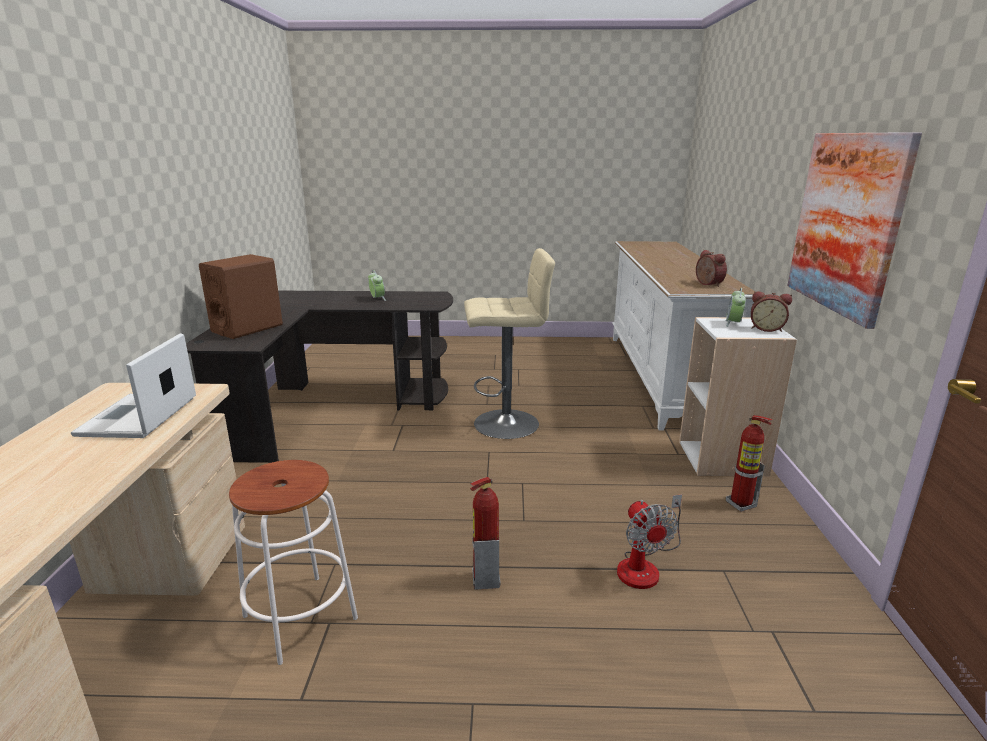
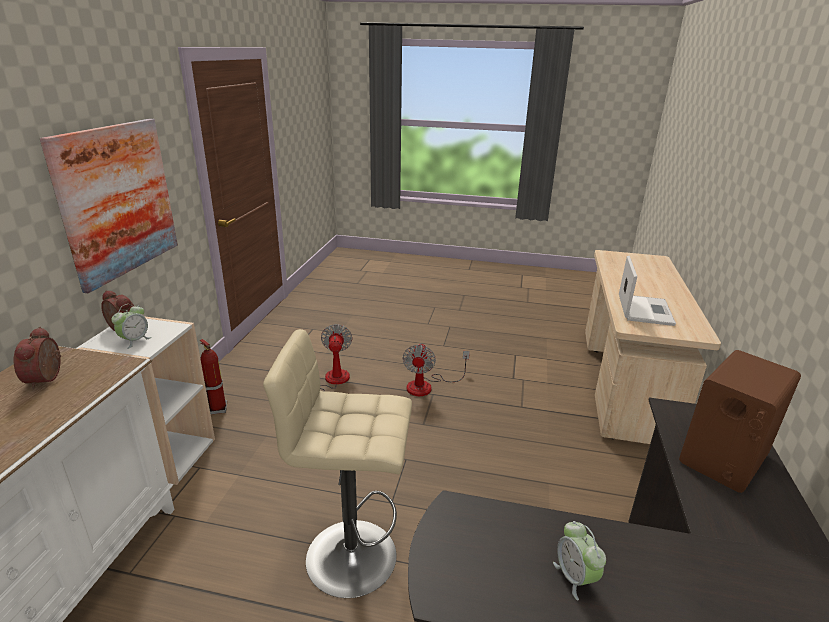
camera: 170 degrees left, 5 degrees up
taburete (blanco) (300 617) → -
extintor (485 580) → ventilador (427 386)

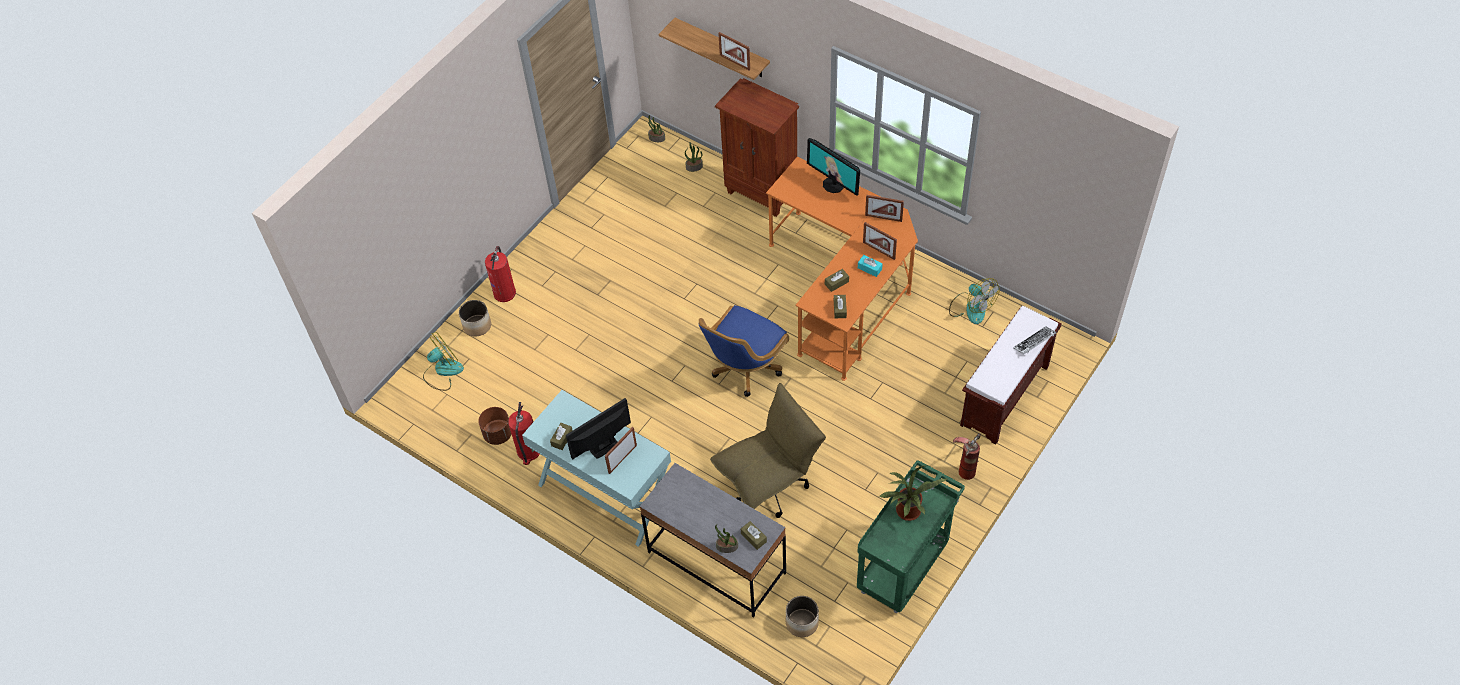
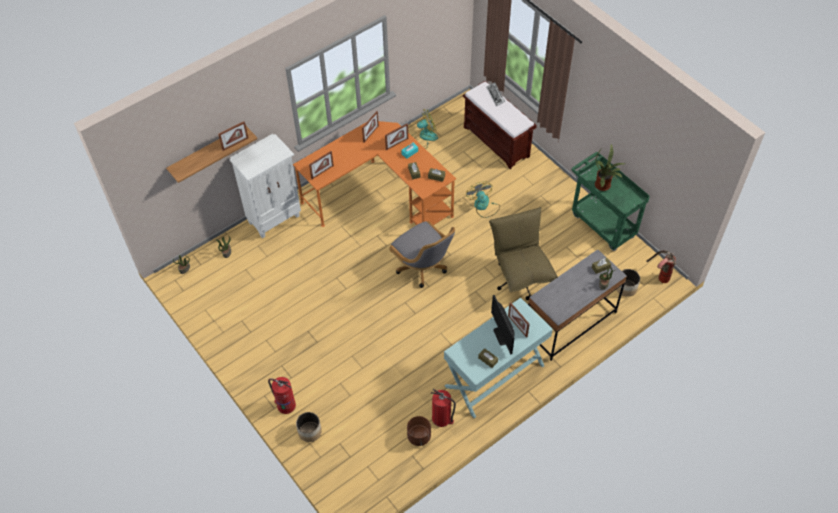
camera: 75 degrees left, 0 degrees up
ventilador (443 371) → ventilador (483 206), shifted
silla de oficina (azul) (743 372) → silla de oficina (gris) (424 269)
armario (marrón) (760 195) → armario (blanco) (274 219)
monitor (833 184) → -
extintor (967 466) → extintor (659 276), shifted
- → portarretratos (322 172)

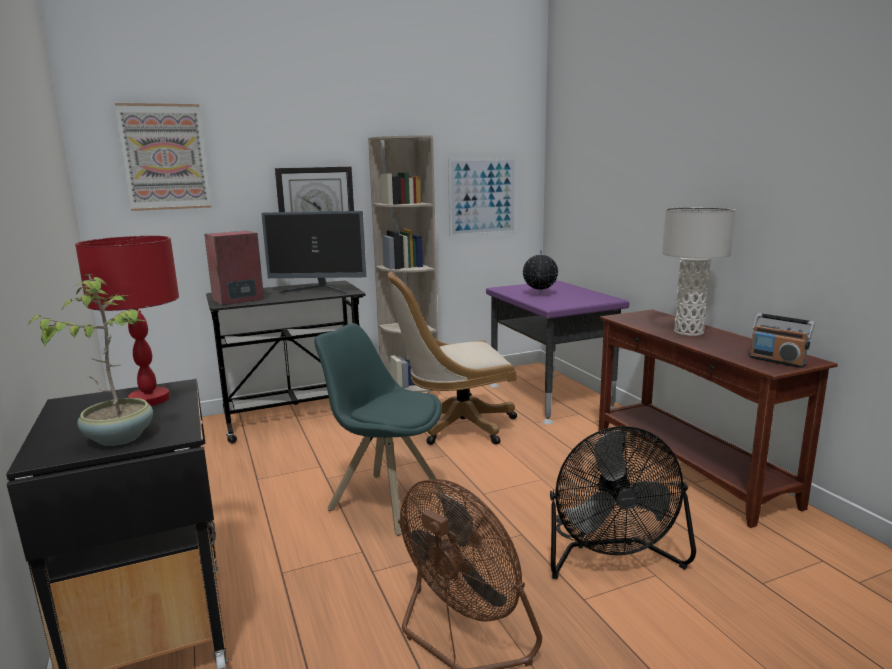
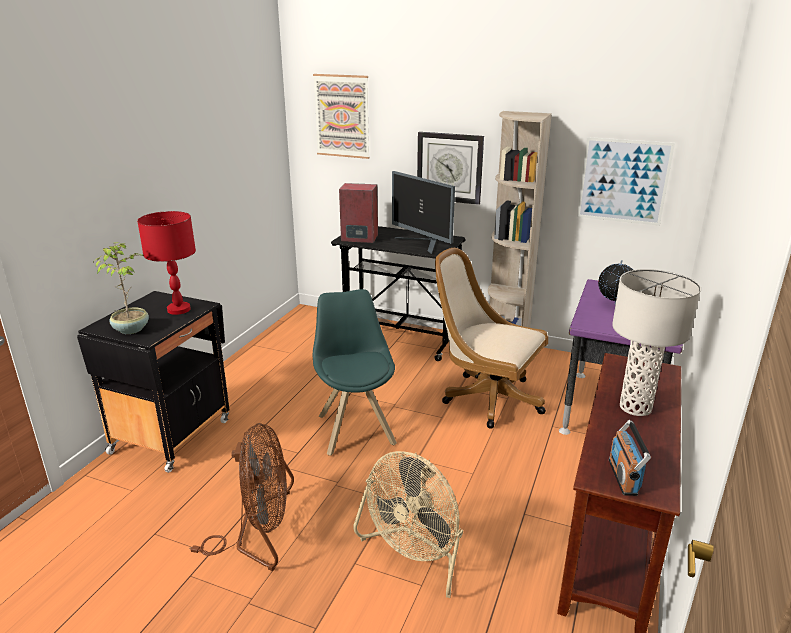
camera: 45 degrees right, 10 degrees up
ventilador (negro) (605 556) → ventilador (beis) (414 551)

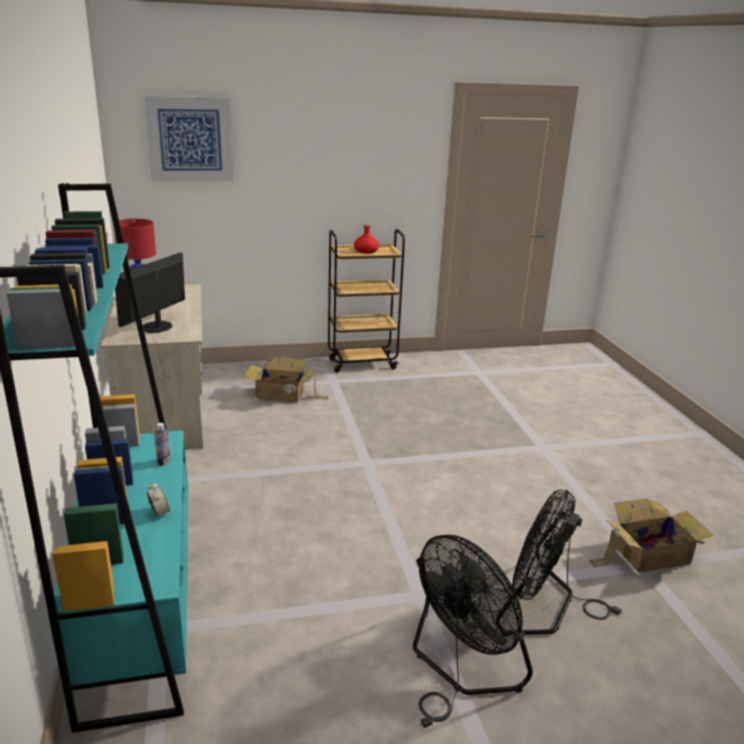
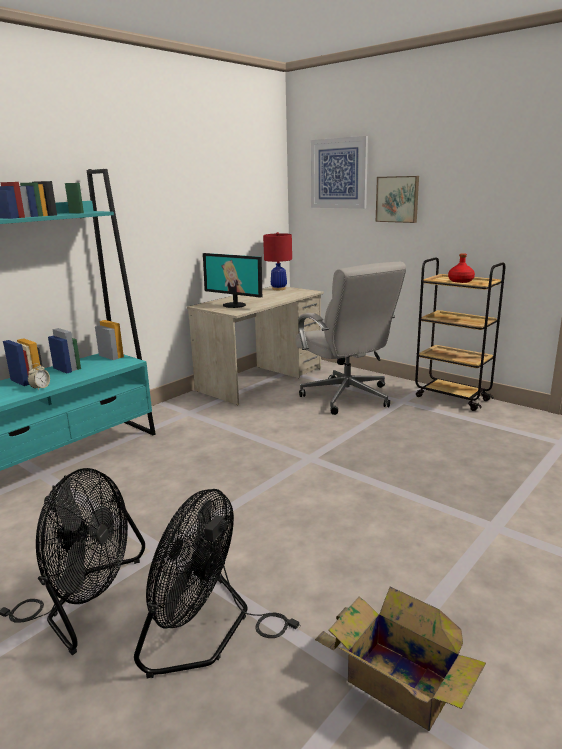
camera: 55 degrees right, 5 degrees down
monitor (157 327) → monitor (234 305), 135 degrees counterclockwise
botella (164 462) → -
caja de cartón (282 394) → silla de oficina (gris) (347 396)
ventilador (negro) (547 604) → ventilador (negro) (215 627), 60 degrees counterclockwise
- → cuadro (397 199)

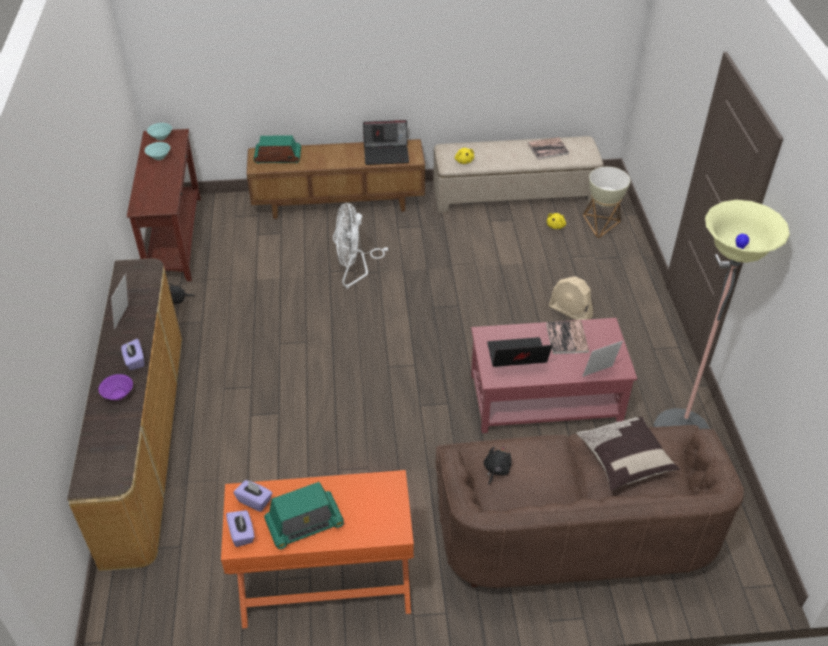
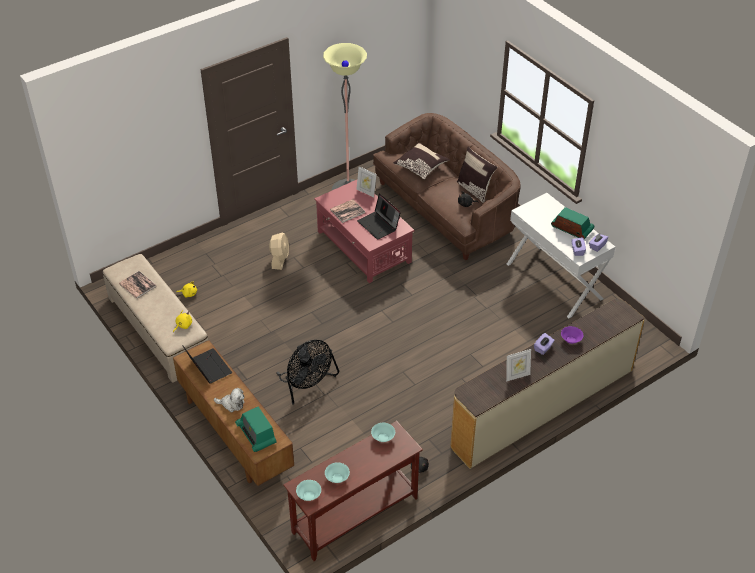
camera: 120 degrees left, 0 degrees up
mesa consola (naranja) (325 584) → mesa consola (blanco) (554 281)
ventilador (blanco) (355 263) → ventilador (negro) (305 384)
maceta (601 224) → -
- → peluche (232 404)
- → cuenco (turquesa) (383 437)
- → cojín (474 190)

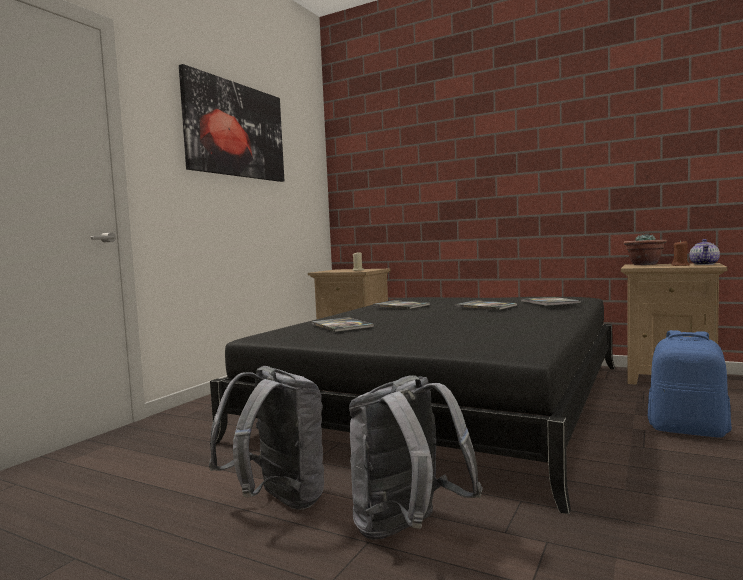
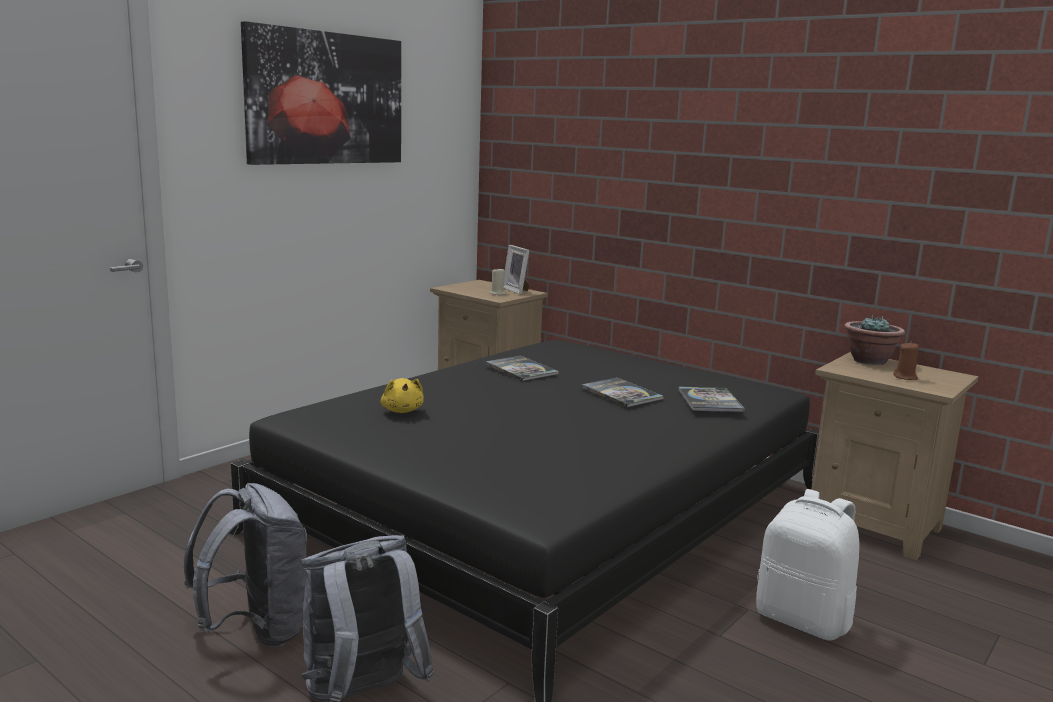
camera: 10 degrees right, 10 degrees up
libro (341 326) → peluche (amarillo) (402 410)
mochila (azul) (688 430) → mochila (blanco) (803 620)
tetera (705 264) → -
- → portarretratos (517 290)

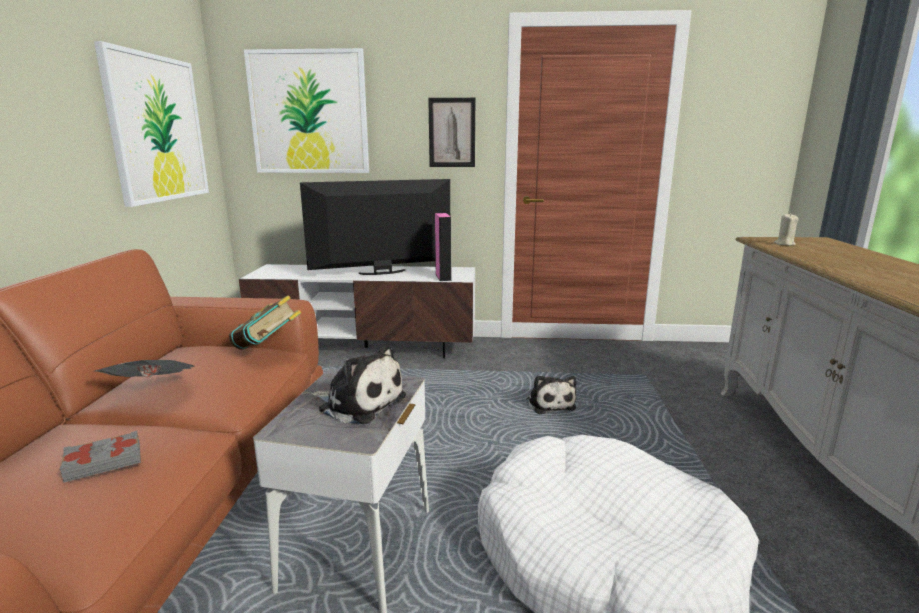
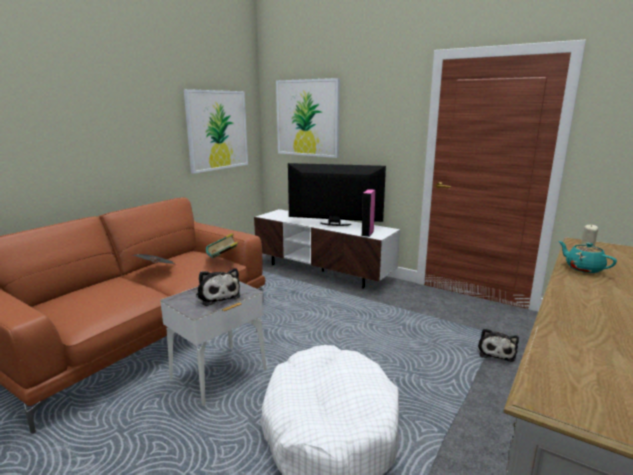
camera: 30 degrees right, 0 degrees up
libro (gris) (103 461) → -
cuadro (452 133) → -
peluche (549 403) → peluche (496 352), shifted
- → tetera (turquesa) (583 268)

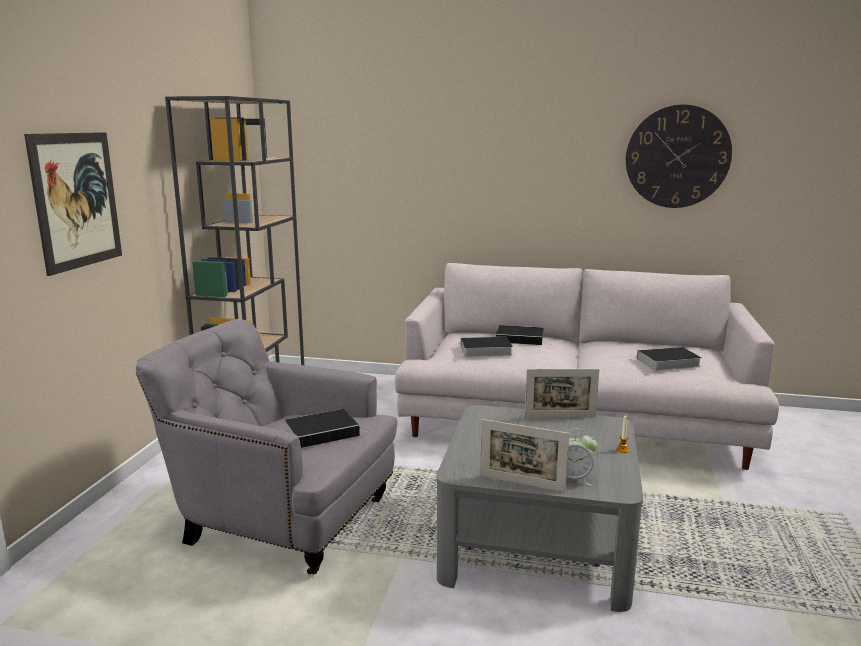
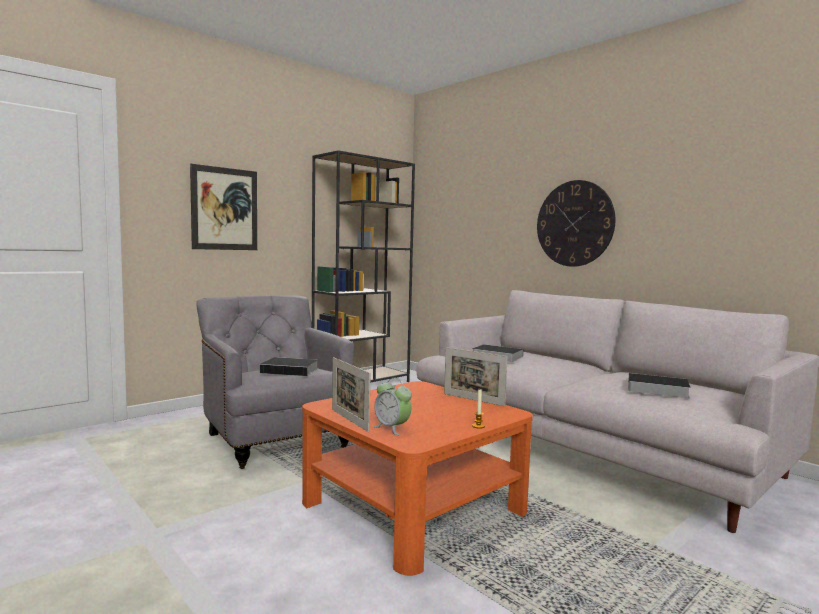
camera: 35 degrees right, 10 degrees down
mesa de centro (gris) (538 542) → mesa de centro (naranja) (415 507)
libro (521 338) → -
reloj de pared (677 157) → reloj de pared (574 223), shifted

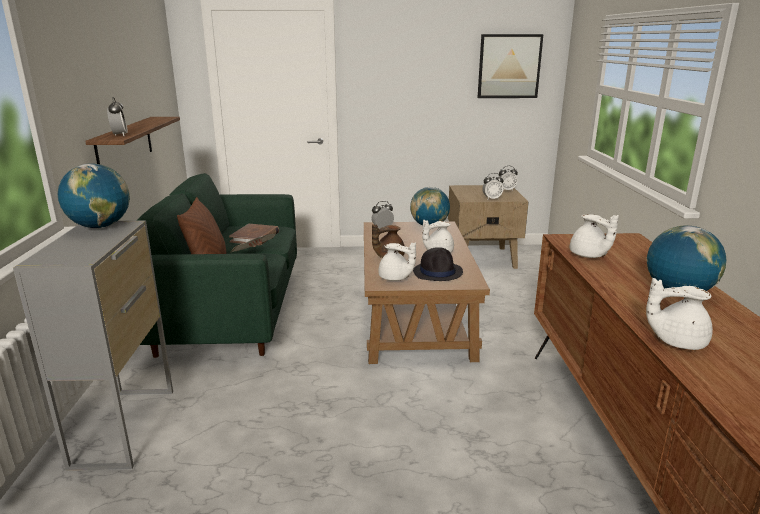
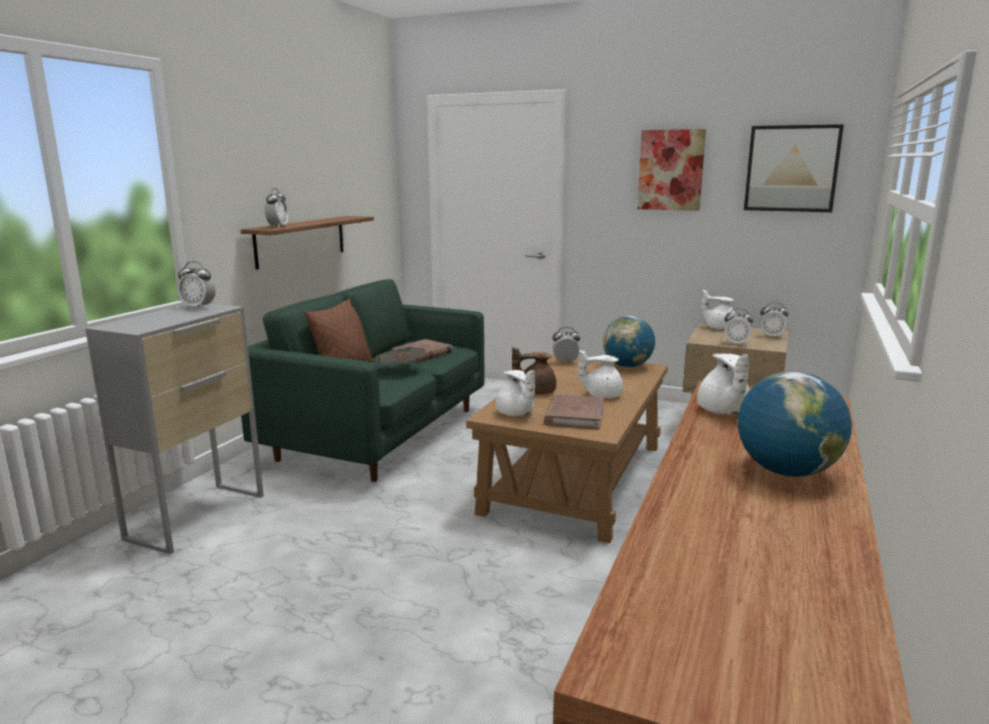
camera: 25 degrees right, 5 degrees down
globo terráqueo (100 226) → despertador (199 307)
sombrero (negro) (438 272) → libro (marrón) (574 415)
tetera (blanco) (676 341) → tetera (blanco) (719 328), shifted
- → cuadro (670 170)

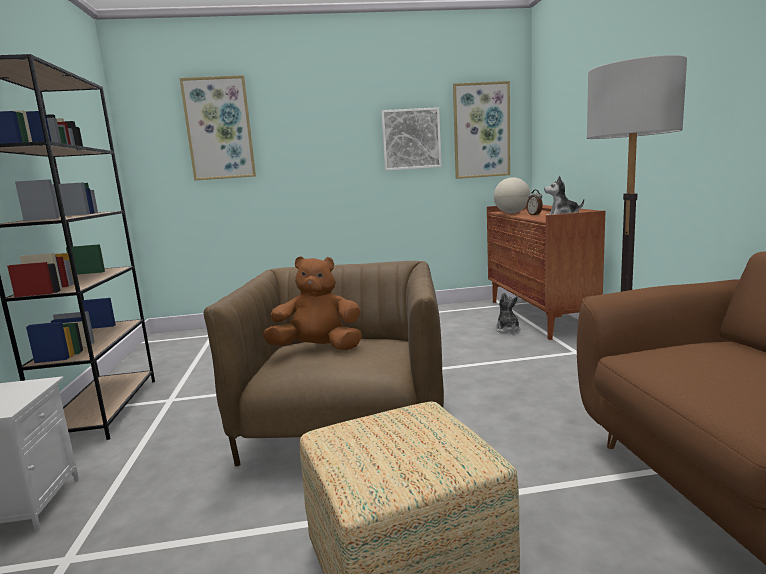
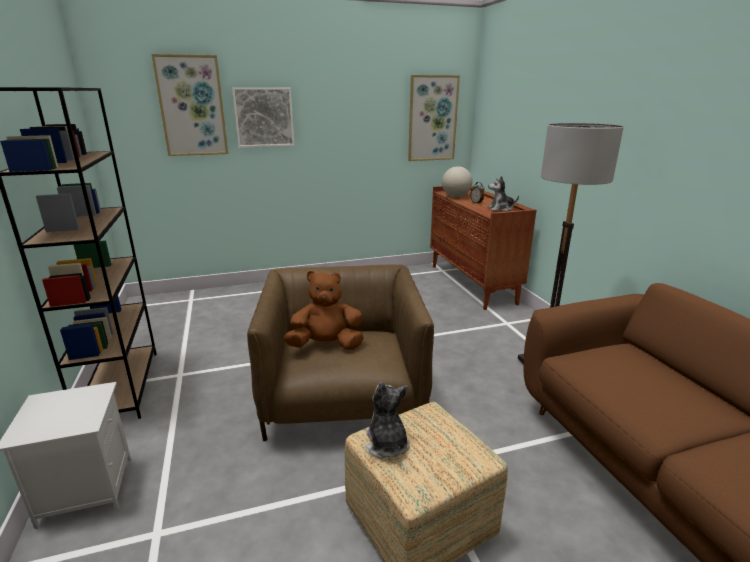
camera: 10 degrees left, 10 degrees up
cuadro (411 139) → cuadro (264 117), shifted
peluche (507 329) → peluche (386 444), shifted

